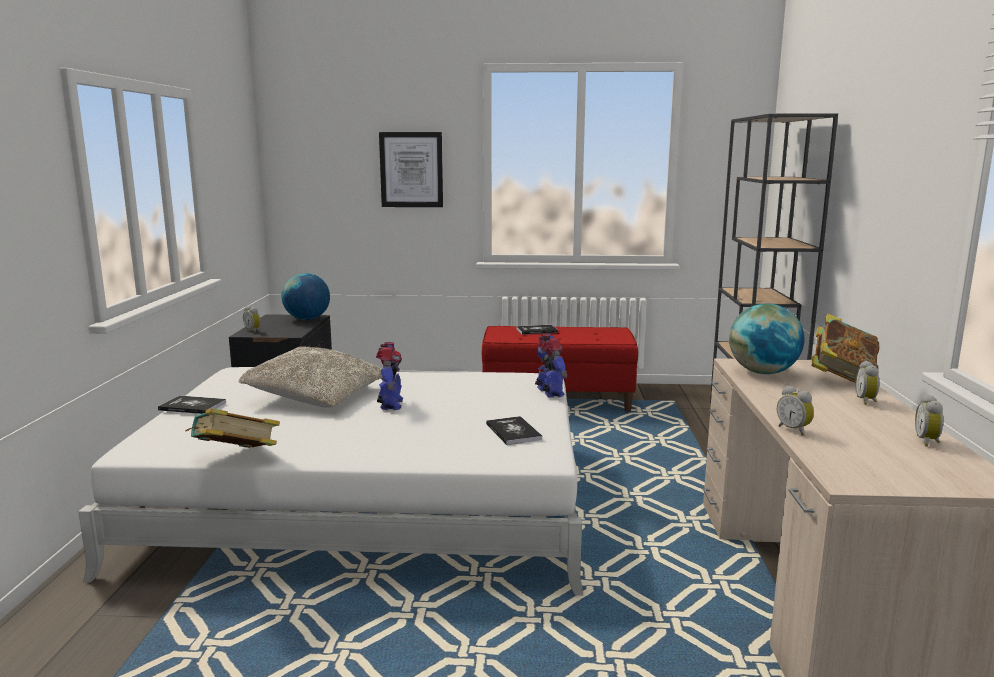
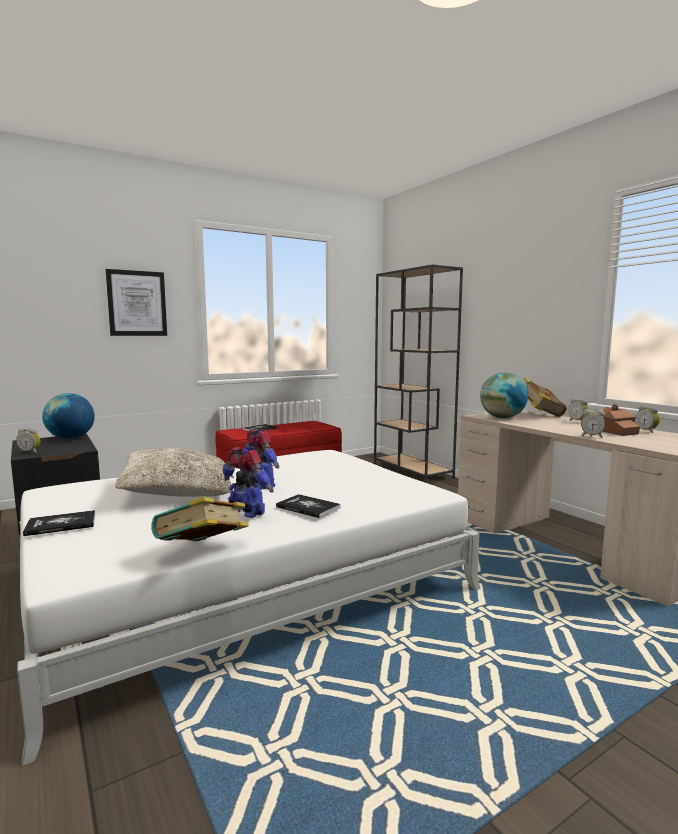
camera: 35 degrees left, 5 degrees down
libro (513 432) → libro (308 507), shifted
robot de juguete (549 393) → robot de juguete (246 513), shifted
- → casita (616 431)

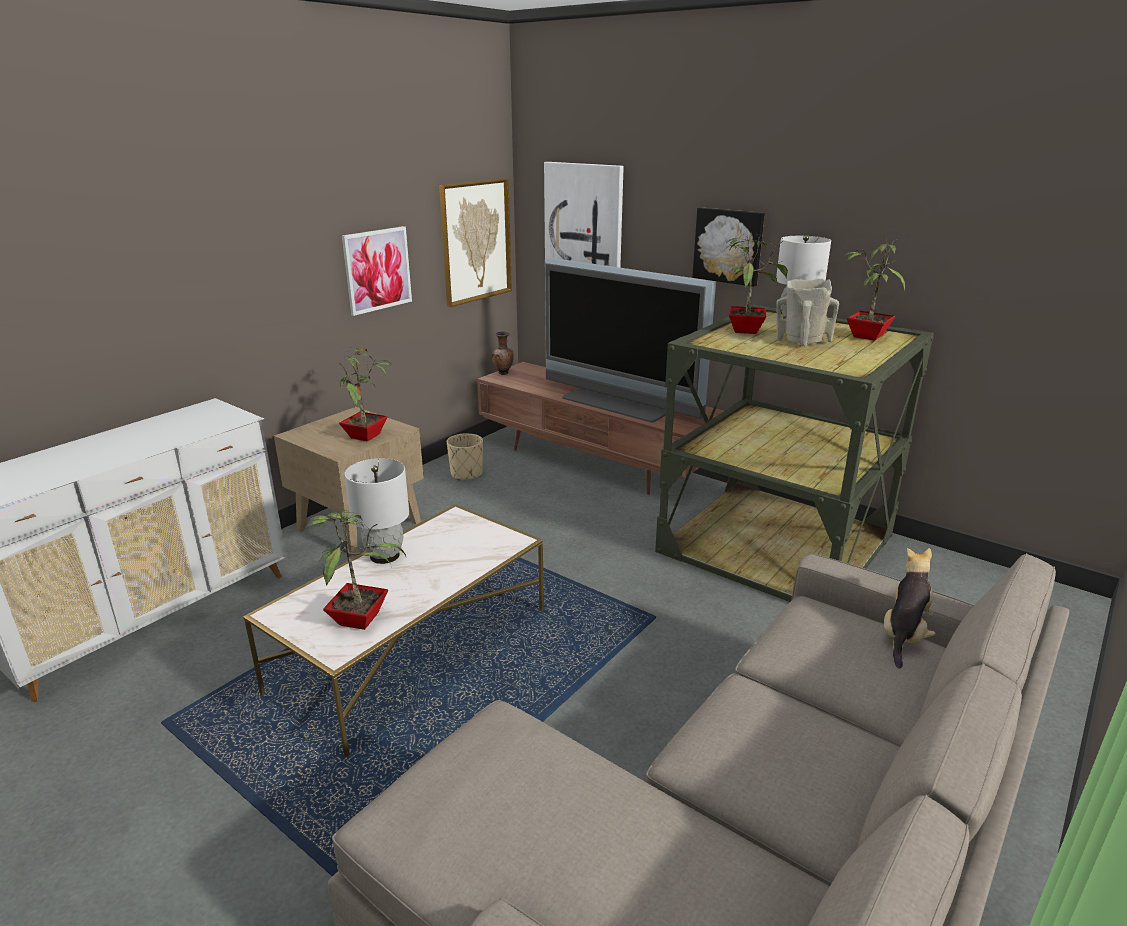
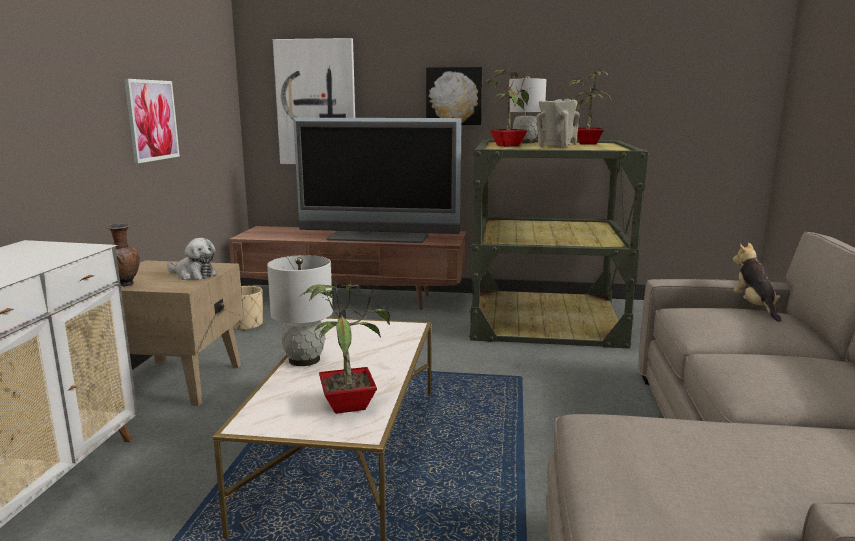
camera: 30 degrees left, 10 degrees down
planta en maceta (367 437) → peluche (193 275)
cuadro (476 241) → -
florero (marrón) (503 373) → florero (marrón) (126 285), shifted

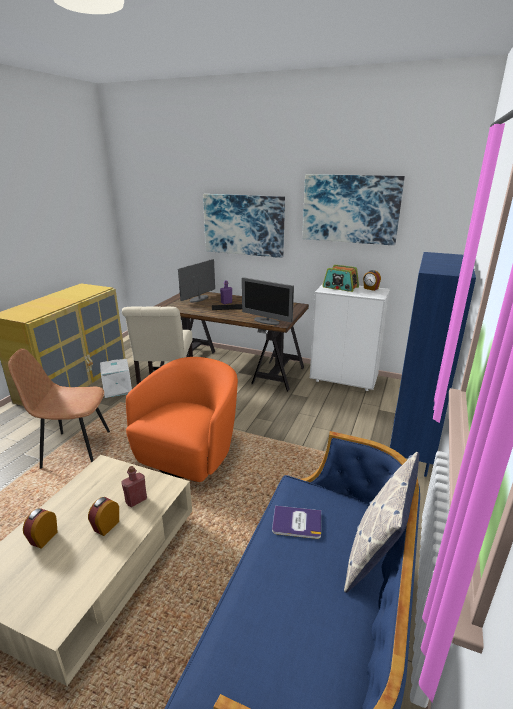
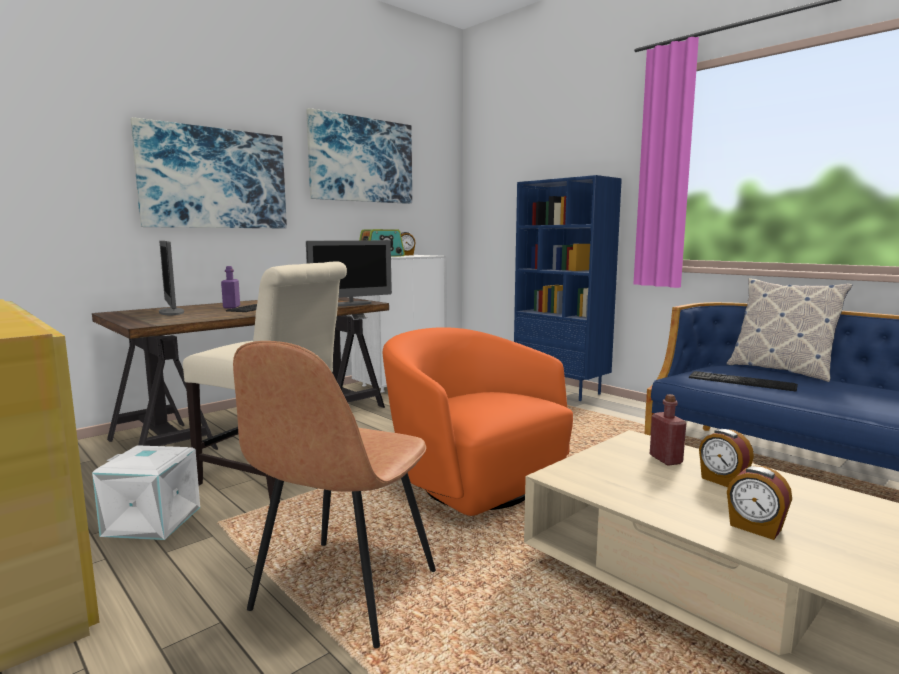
camera: 65 degrees left, 15 degrees down
libro (297 522) → teclado (741 381)

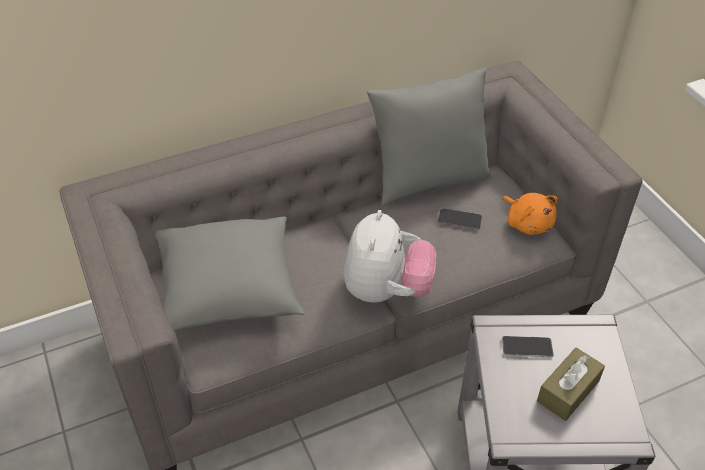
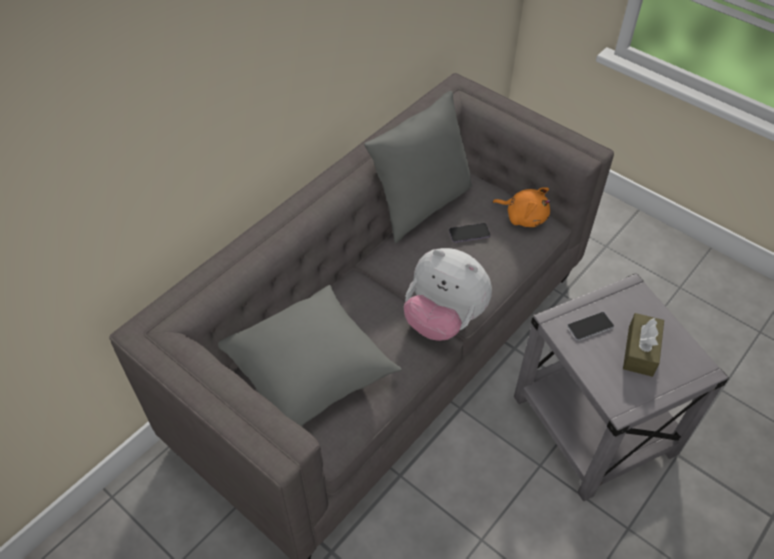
camera: 25 degrees left, 5 degrees up
peluche (386 290) → peluche (443 319), 135 degrees clockwise

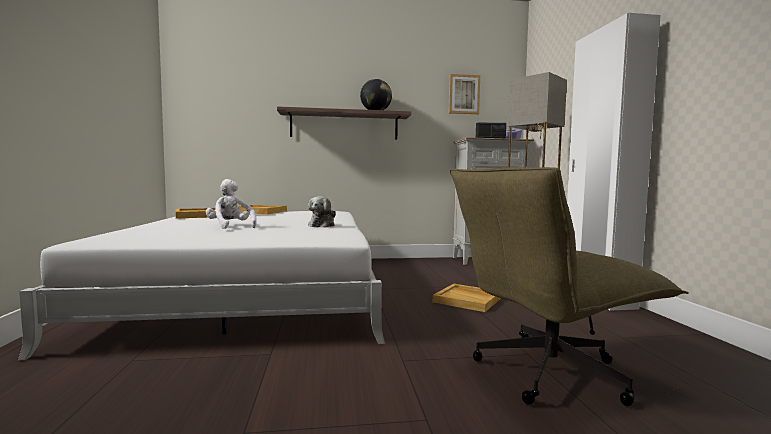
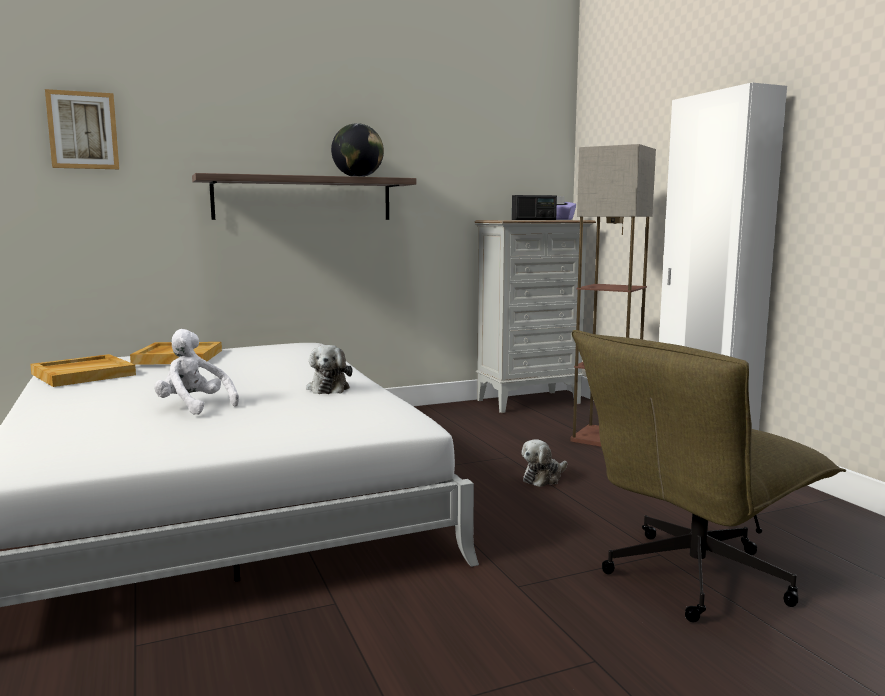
camera: 15 degrees left, 5 degrees up
bandeja (beis) (468 300) → peluche (543 478)
cuadro (463 94) → cuadro (83 130), shifted

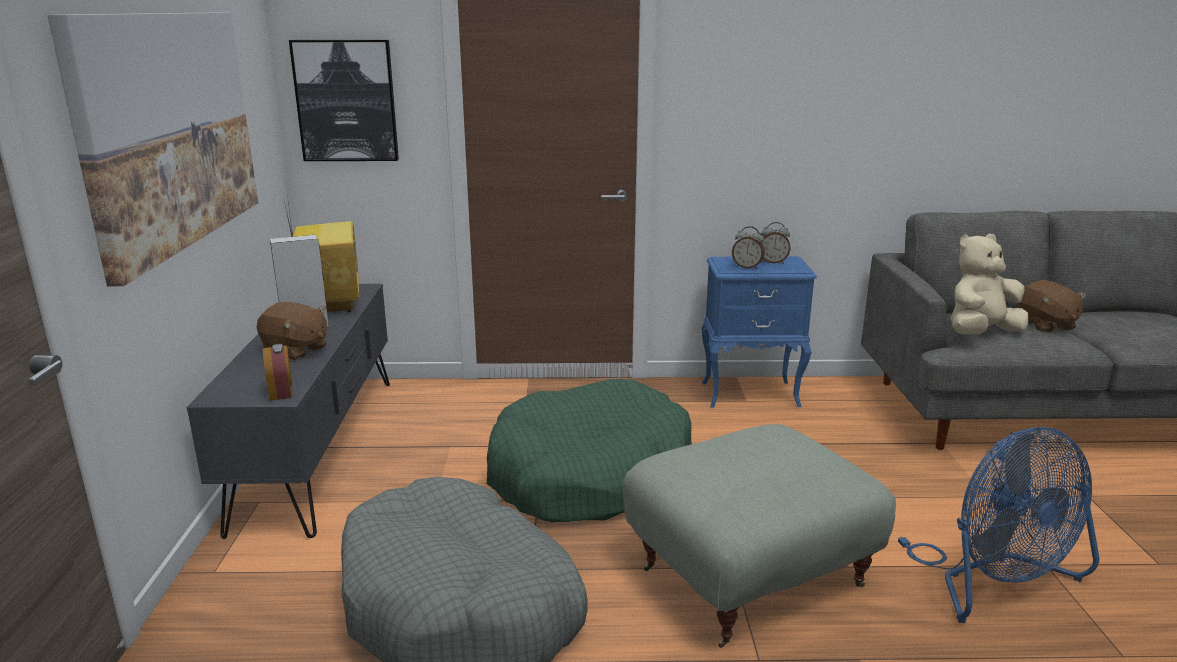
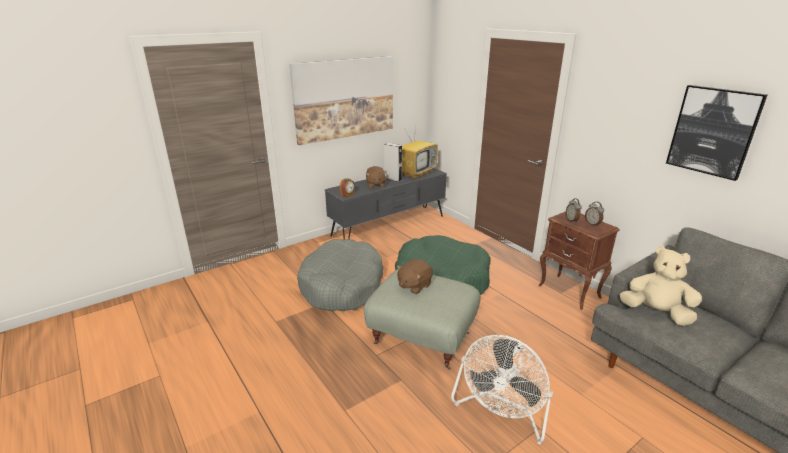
camera: 55 degrees right, 5 degrees up
cuadro (346 101) → cuadro (713 131), shifted
mesita de noche (azul) (750 394) → mesita de noche (marrón) (569 292)
ventilador (azul) (990 582) → ventilador (blanco) (499 409)
peluche (marrón) (1044 325) → peluche (marrón) (414 286), shifted

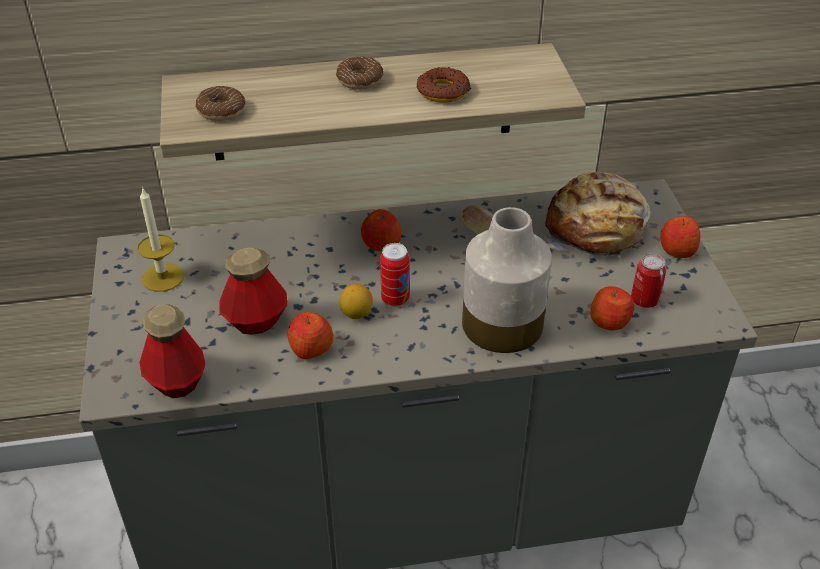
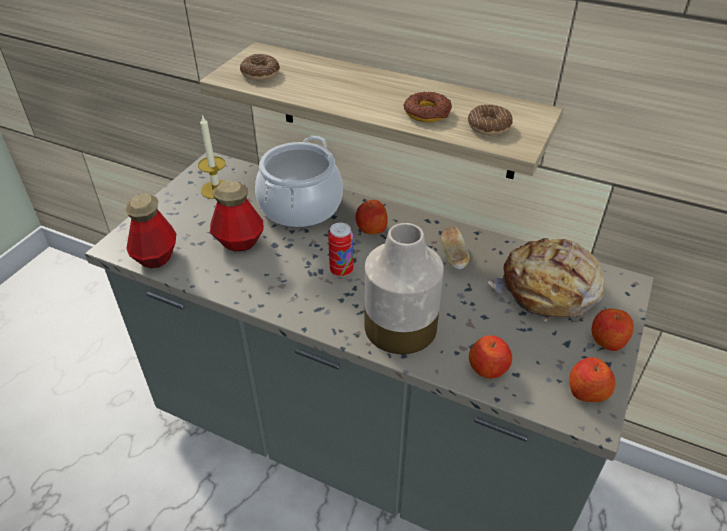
camera: 35 degrees right, 0 degrees up
manzana (311 348) → manzana (587 391), shifted
rosquilla (360 80) → rosquilla (488 126), shifted
limón (356 314) → -
lata (644 300) → -
- → olla (301 206)

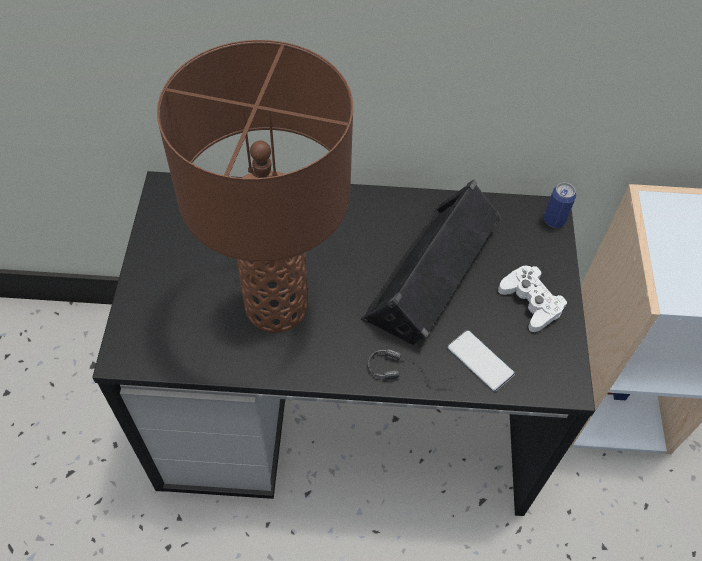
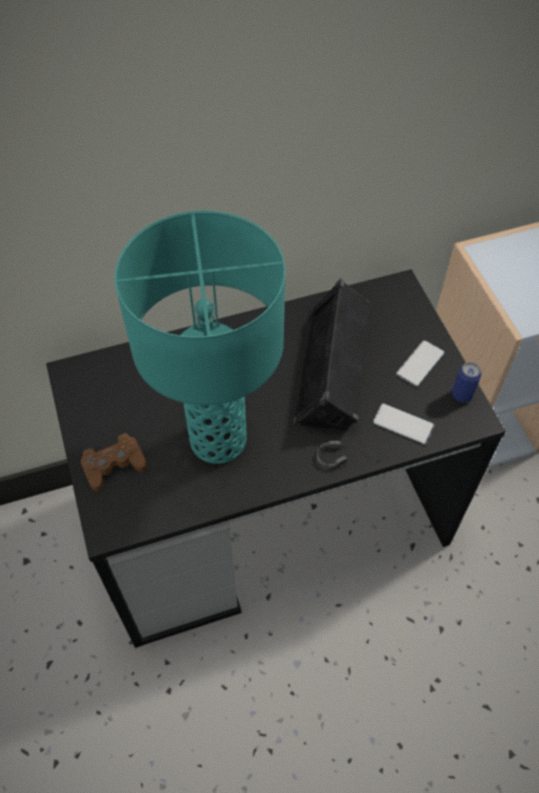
camera: 20 degrees left, 0 degrees up
lámpara de mesa (marrón) (275 306) → lámpara de mesa (turquesa) (217 440)
mando de consola (blanco) (531 302) → móvil (420 363)
lata (554 220) → lata (462 395), shifted
- → mando de consola (marrón) (114 465)

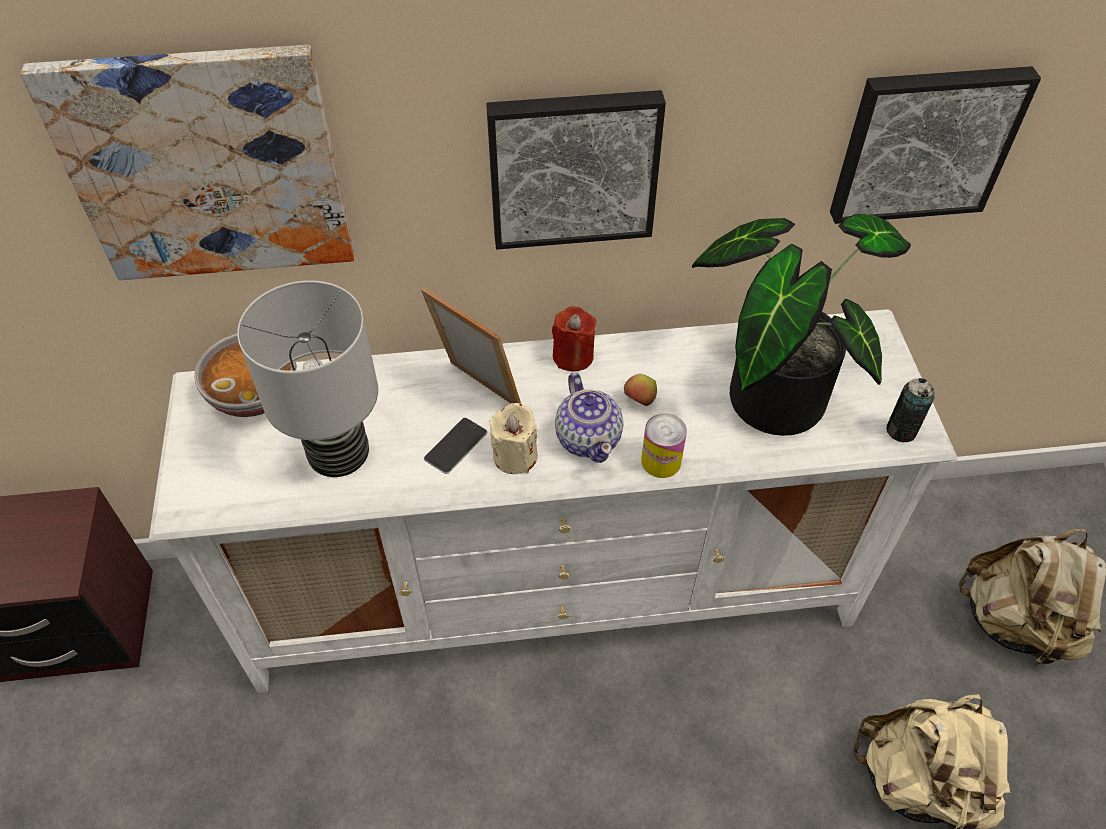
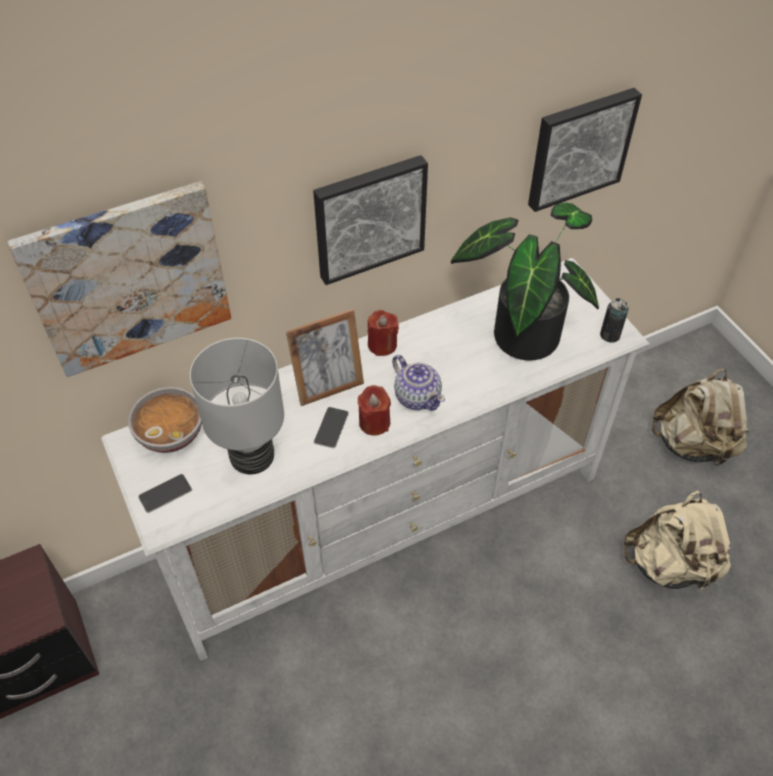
camera: 20 degrees left, 0 degrees up
portarretratos (477 392) → portarretratos (328 387), 135 degrees clockwise
vela (beis) (515 456) → vela (rojo) (374 422)
manzana (639 401) → -
lata (661 461) → -
- → móvil (165 493)

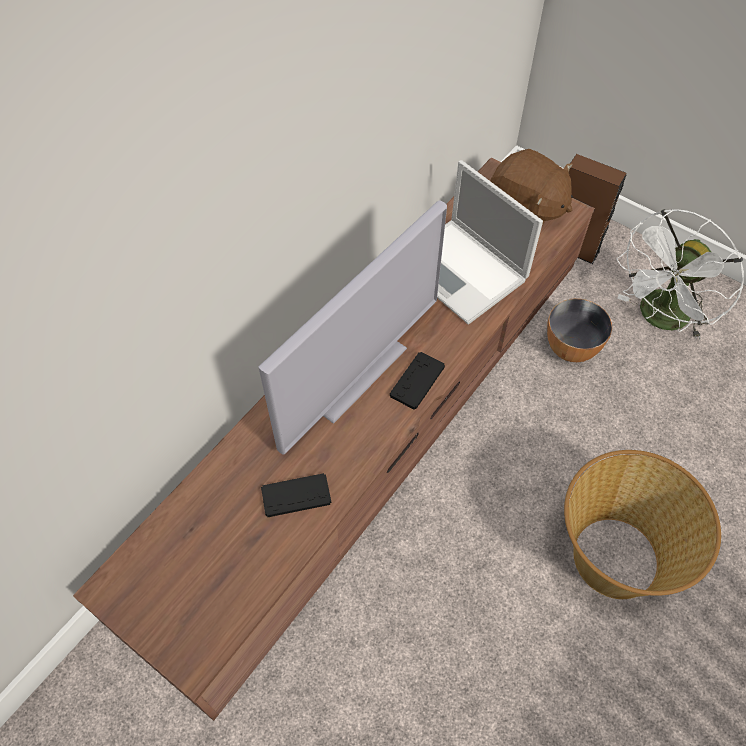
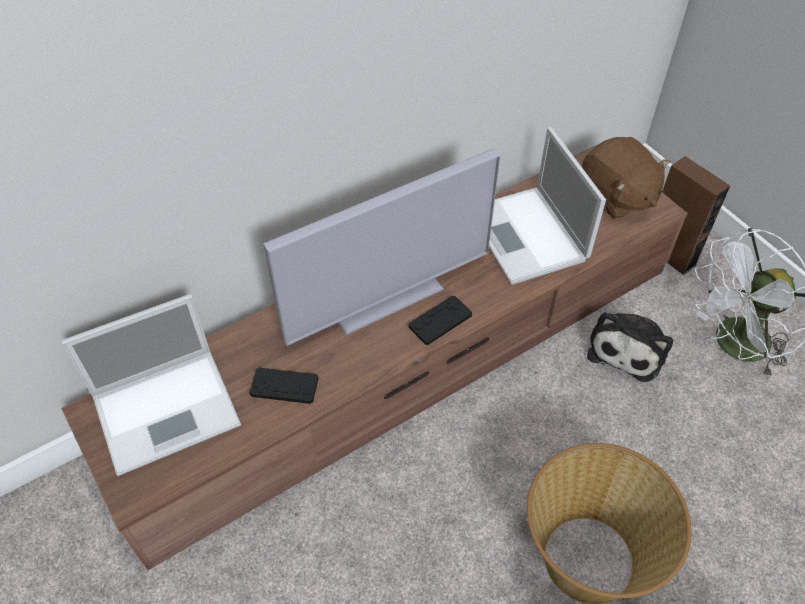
camera: 20 degrees right, 5 degrees down
cuenco (571 348) → peluche (628 347)
- → portátil (169 409)

